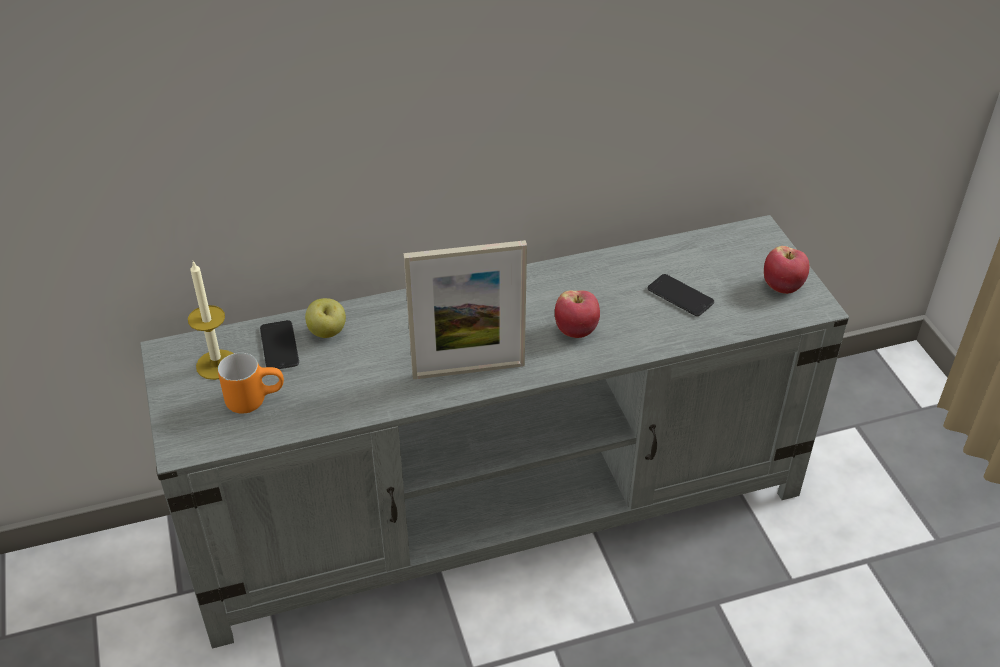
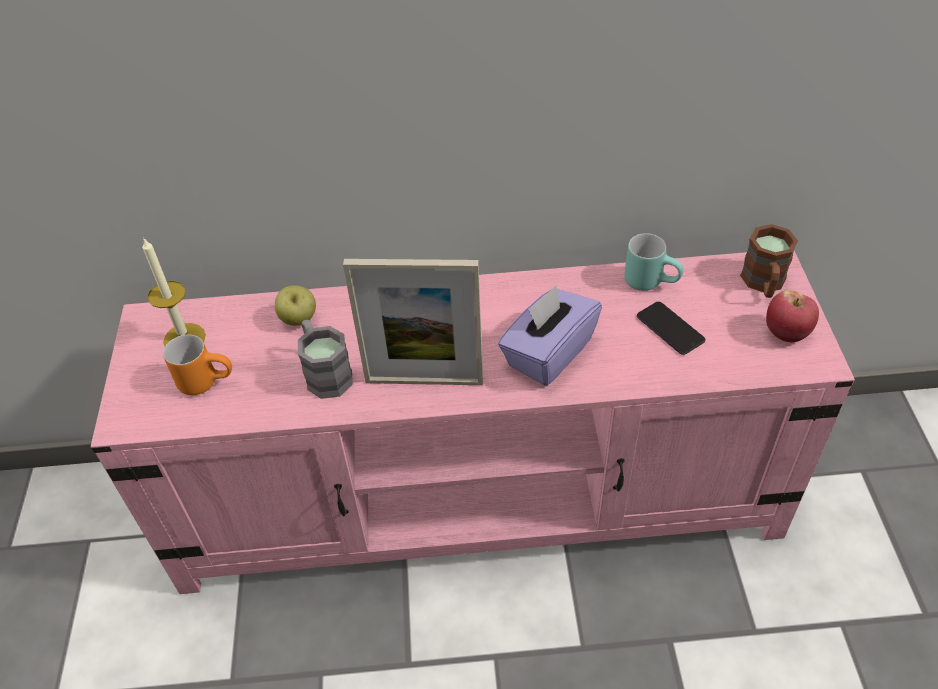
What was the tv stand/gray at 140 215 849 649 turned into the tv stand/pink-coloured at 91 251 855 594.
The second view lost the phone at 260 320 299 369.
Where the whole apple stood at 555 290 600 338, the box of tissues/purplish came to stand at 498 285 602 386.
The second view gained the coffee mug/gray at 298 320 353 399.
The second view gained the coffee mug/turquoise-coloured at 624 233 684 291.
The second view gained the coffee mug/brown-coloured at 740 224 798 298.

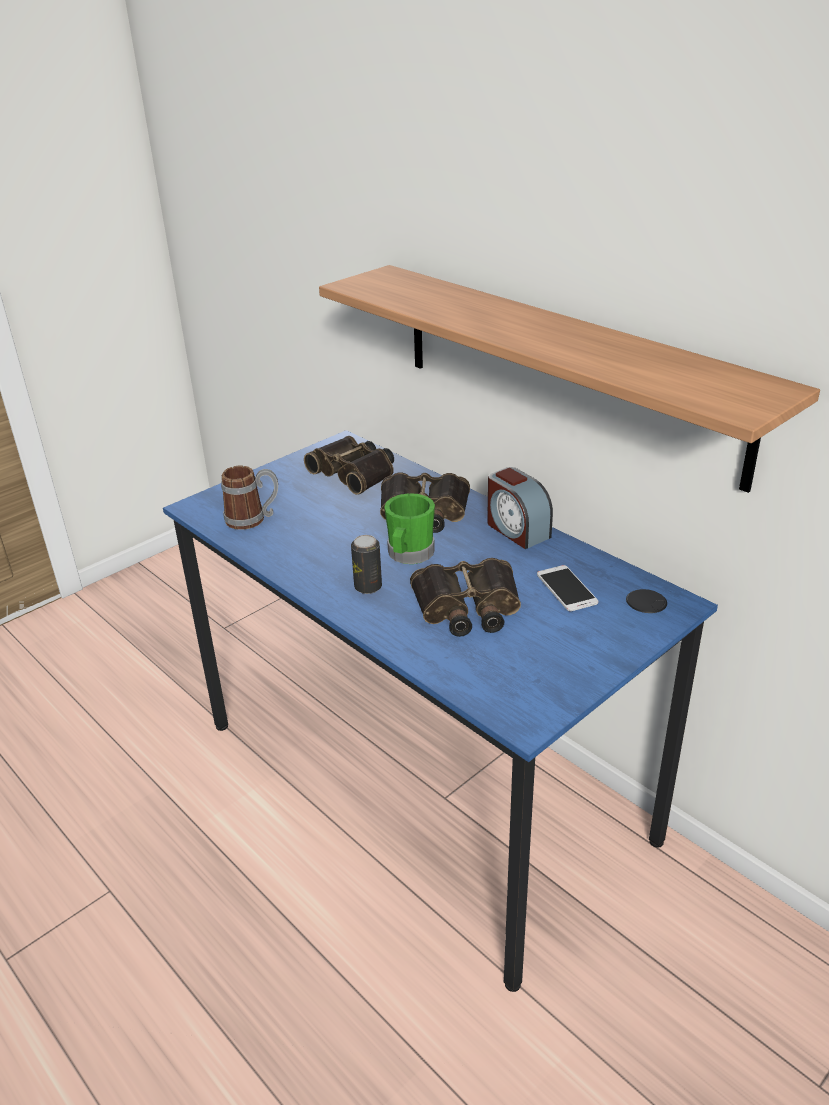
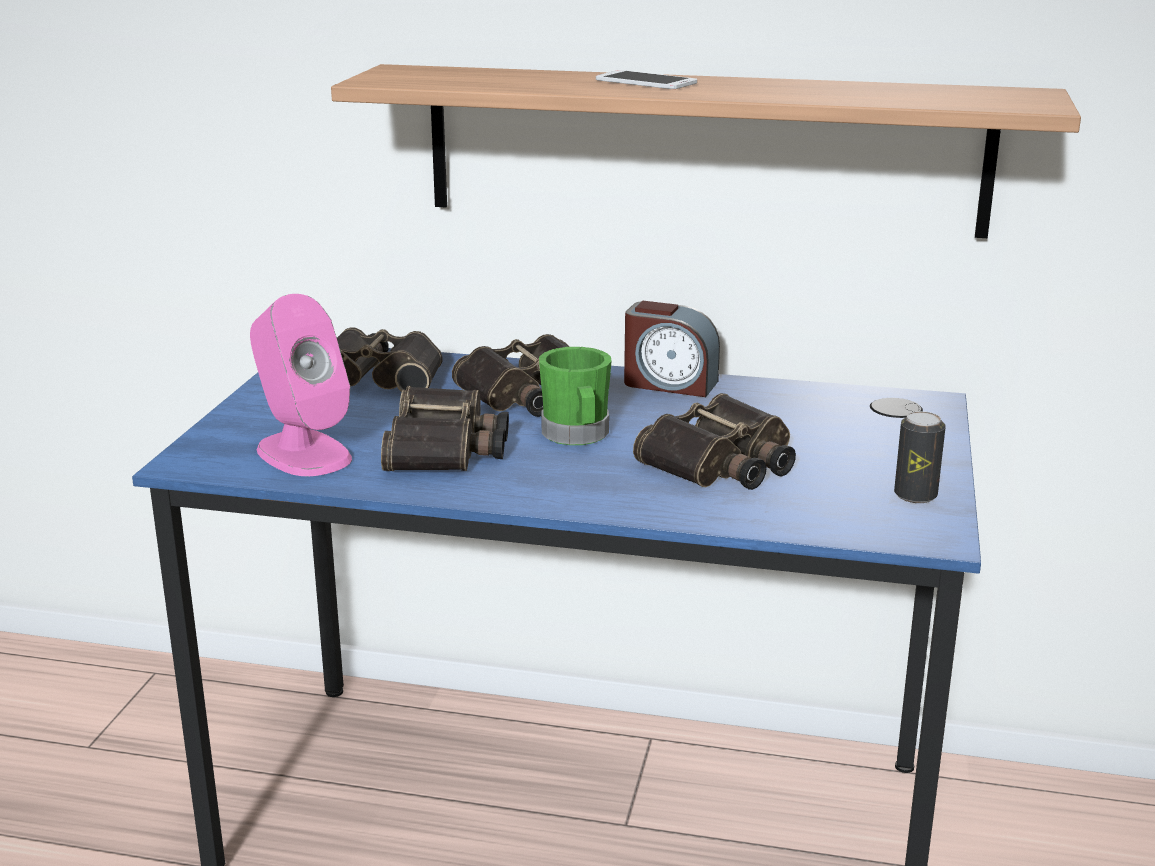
Where the coffee mug stood at 221 466 278 530, the loudspeaker/pink-coloured came to stand at 250 294 352 476.
The can ended up elsewhere, having gone from 351 535 382 594 to 894 411 946 503.
The phone ended up elsewhere, having gone from 537 565 598 611 to 596 70 697 89.
The second view gained the binoculars at 381 386 509 471.

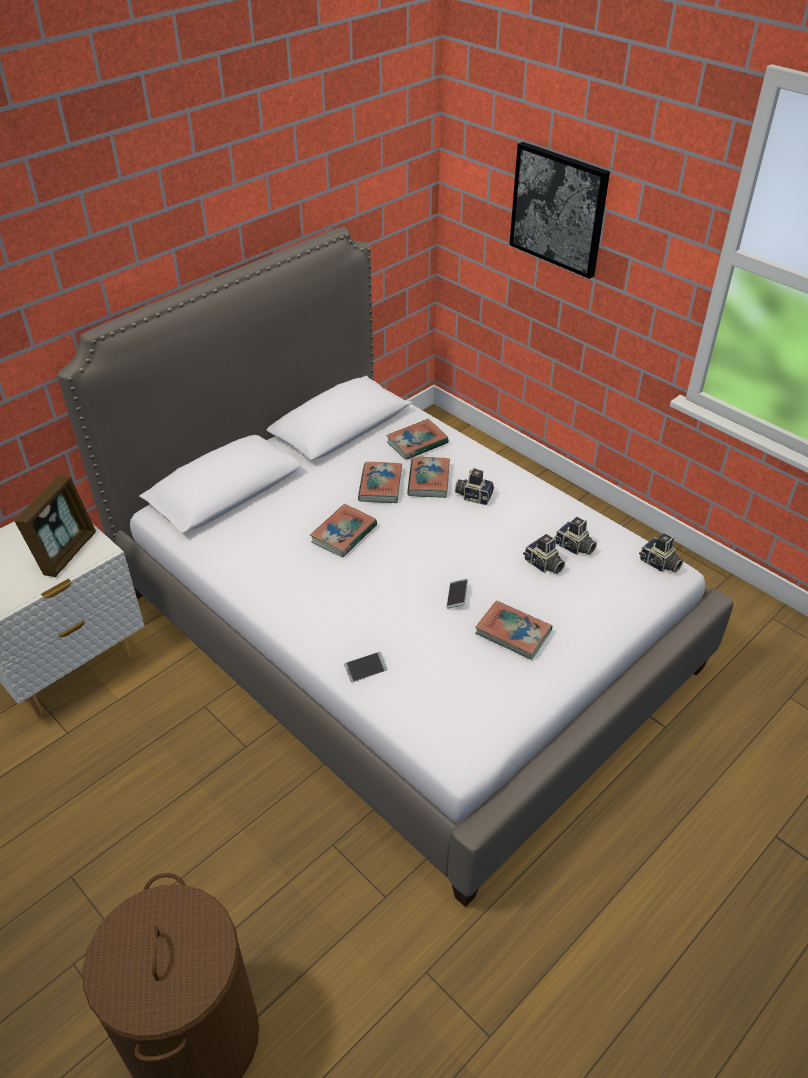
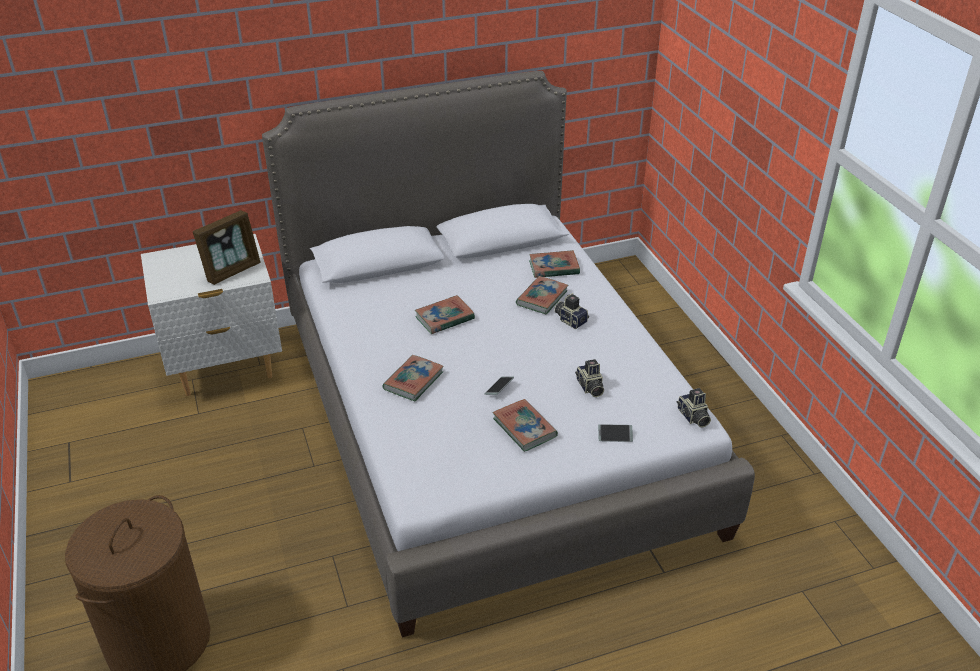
The phone ended up elsewhere, having gone from 344 652 387 682 to 598 424 633 442.
The bound book ended up elsewhere, having gone from 358 462 402 503 to 383 355 444 401.
The second view lost the wall art at 510 142 610 279.
The second view lost the still camera at 554 517 597 555.

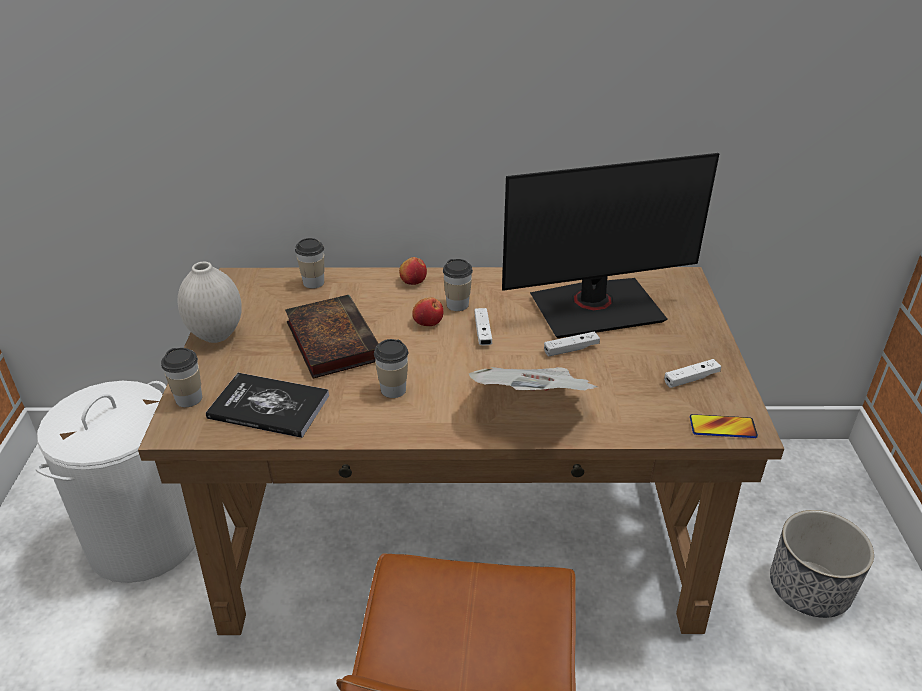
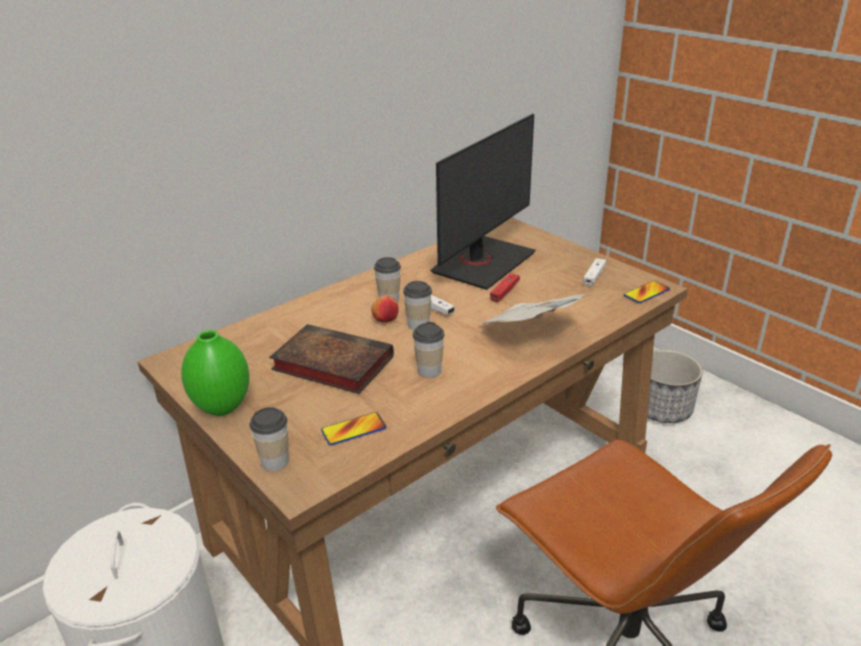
What was the vase/whitish at 177 262 242 343 turned into the vase/greenish at 181 330 249 416.
Where the bound book stood at 206 373 329 438, the phone came to stand at 321 412 387 445.
The drinking cup ended up elsewhere, having gone from 295 238 324 289 to 403 281 432 330.
The second view lost the whole apple at 399 257 427 285.
What was the game controller/whitish at 544 332 600 356 turned into the game controller/red at 490 273 520 302.

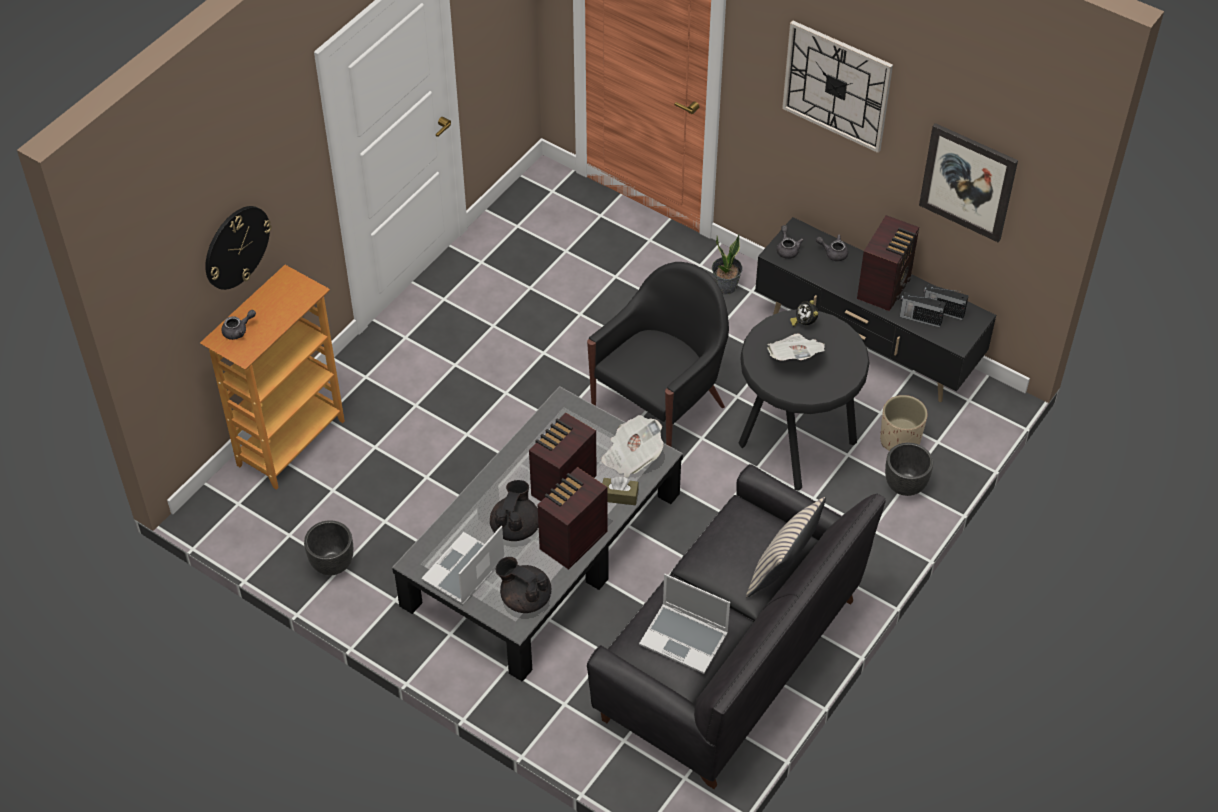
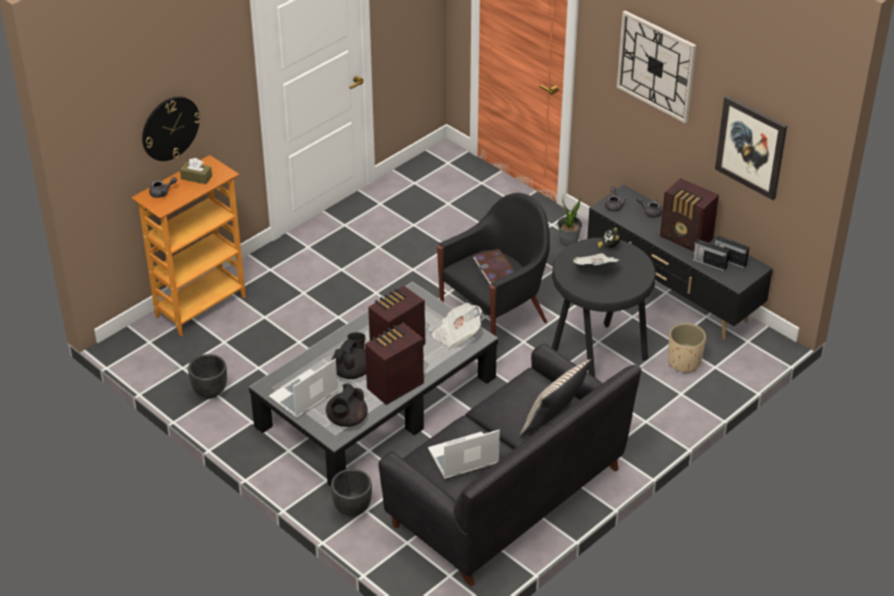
The teapot/black-coloured at 495 557 551 613 ended up facing another way, 105 degrees counterclockwise from before.
The box of tissues/brown-coloured ended up elsewhere, having gone from 602 477 639 505 to 180 158 212 184.
The portable computer at 639 574 730 674 ended up facing another way, 120 degrees clockwise from before.
The radio set at 857 215 919 311 ended up facing another way, 90 degrees clockwise from before.
The planter/black-coloured ended up elsewhere, having gone from 885 443 933 496 to 331 469 372 517.
The second view gained the bound book at 473 249 514 285.

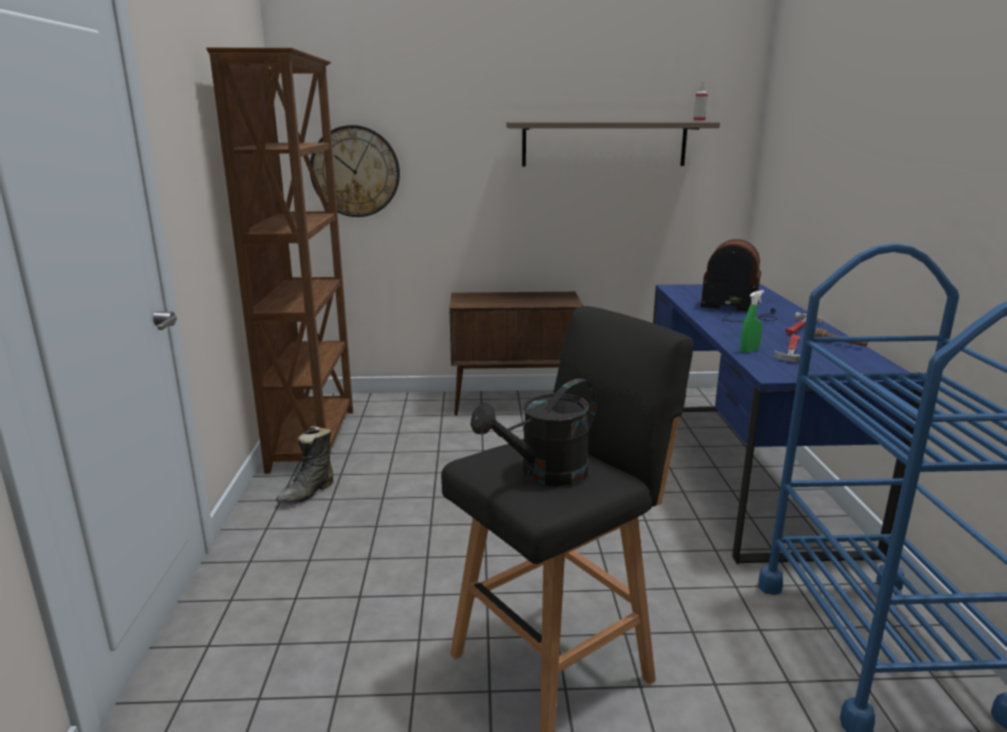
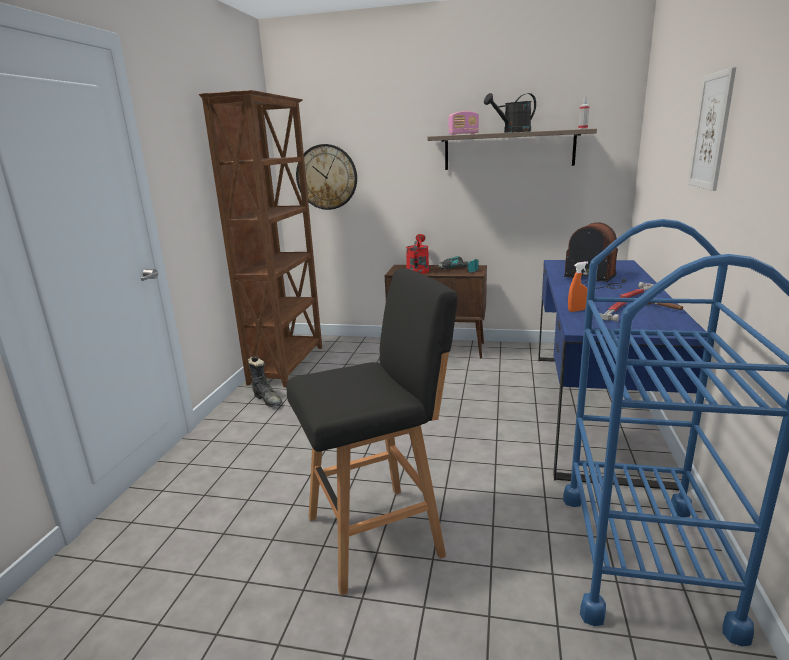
The boot/black-coloured at 275 426 334 505 ended up facing another way, 90 degrees counterclockwise from before.
The watering pot/black-coloured ended up elsewhere, having gone from 470 378 598 486 to 484 93 536 133.
What was the sprayer/greenish at 740 290 764 353 turned into the sprayer/orange-coloured at 568 262 588 312.
The second view gained the watering pot/red at 406 234 429 274.
The second view gained the drill at 438 256 479 273.
The second view gained the radio set at 449 111 479 135.
The second view gained the wall art at 688 67 736 191.

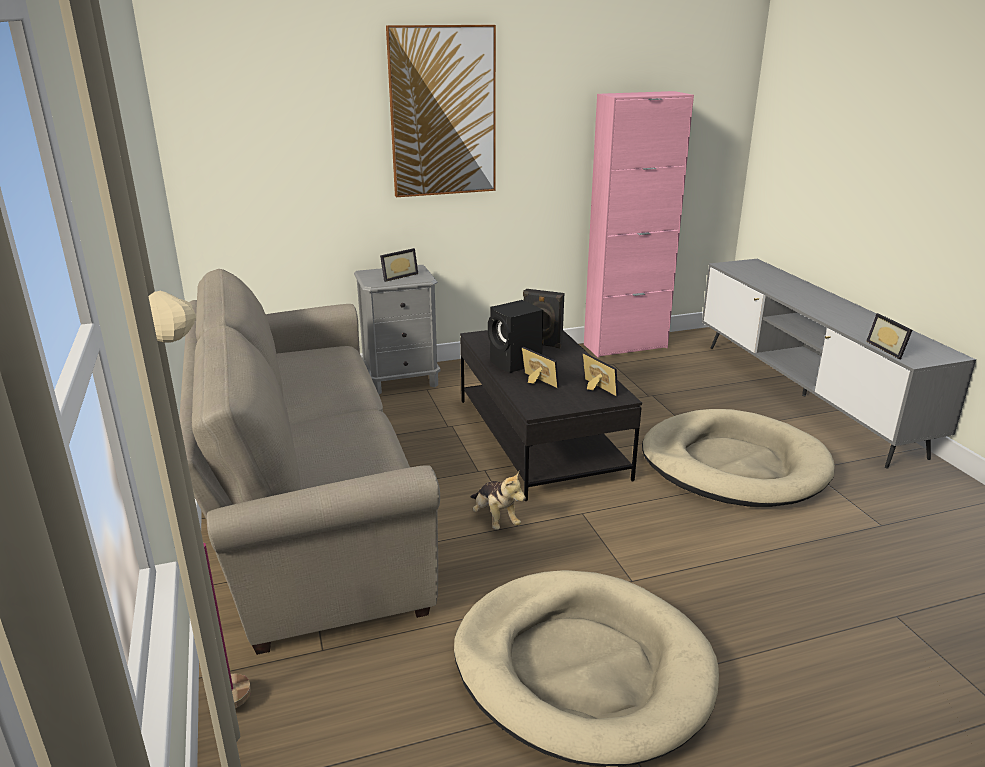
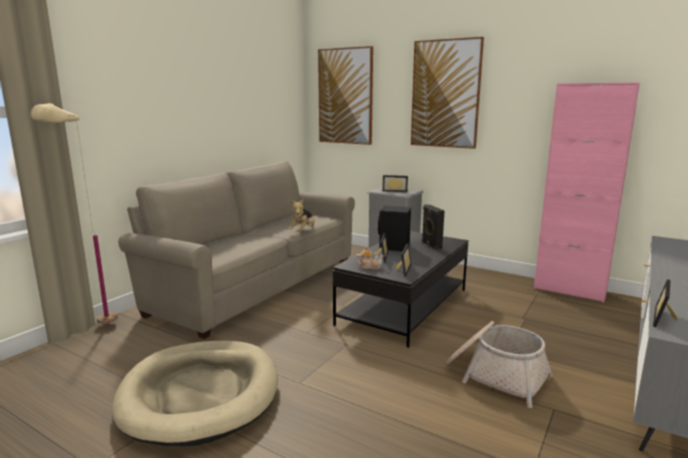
The soft toy ended up elsewhere, having gone from 470 472 526 530 to 288 199 315 232.
Where the dog cushion/sand-coloured stood at 642 409 835 507, the storage basket came to stand at 446 321 553 408.
The second view gained the wall art at 318 46 373 145.
The second view gained the teapot at 355 246 384 269.

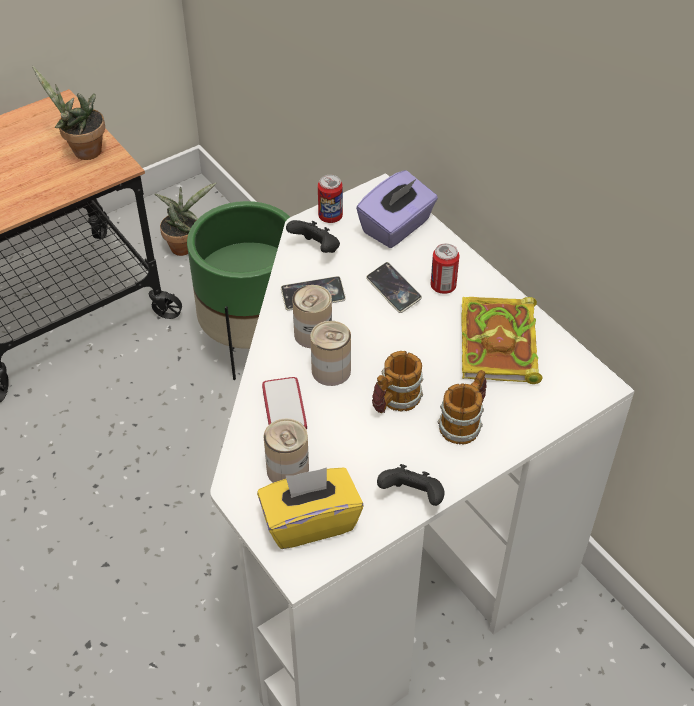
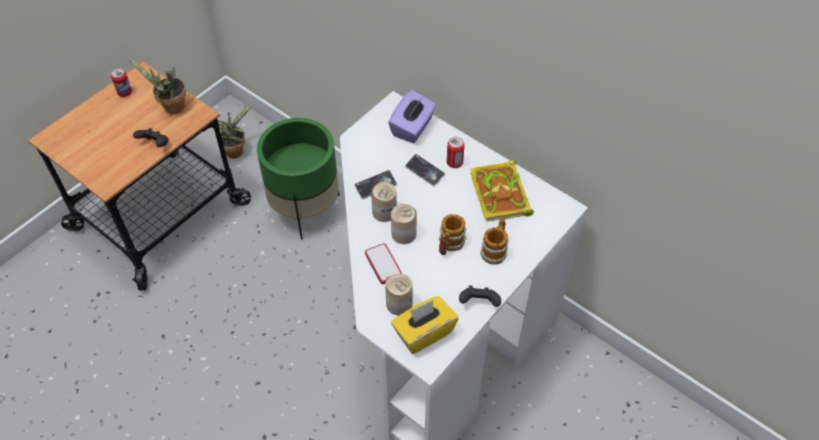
The game controller/black-coloured ended up elsewhere, having gone from 286 220 340 253 to 133 128 169 147.
The can ended up elsewhere, having gone from 318 175 343 223 to 111 69 132 97.

